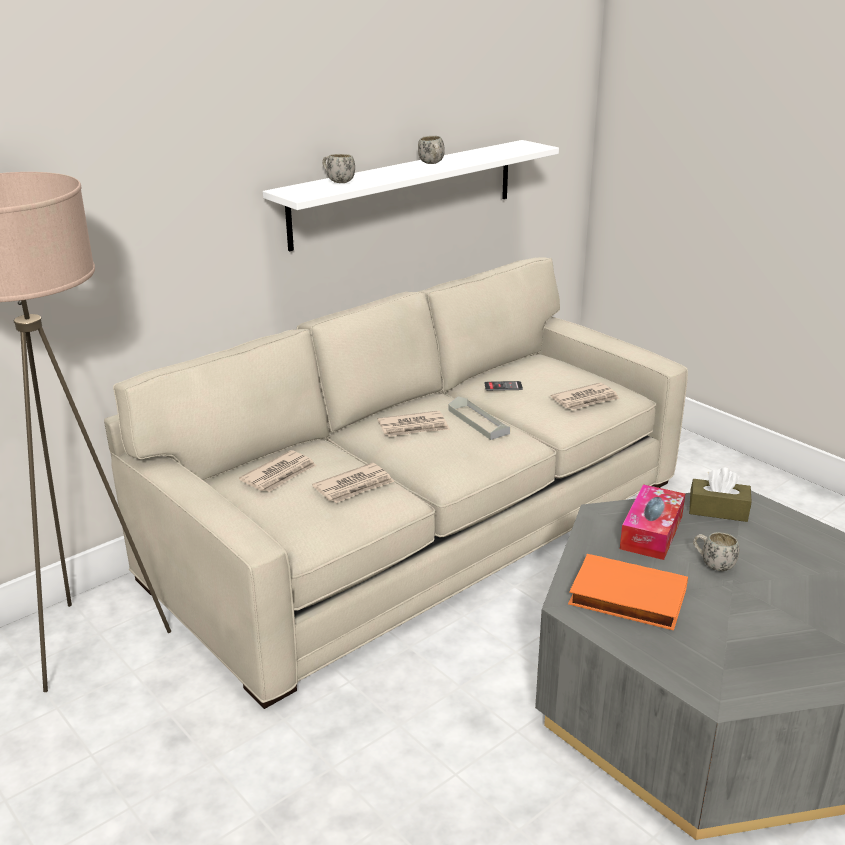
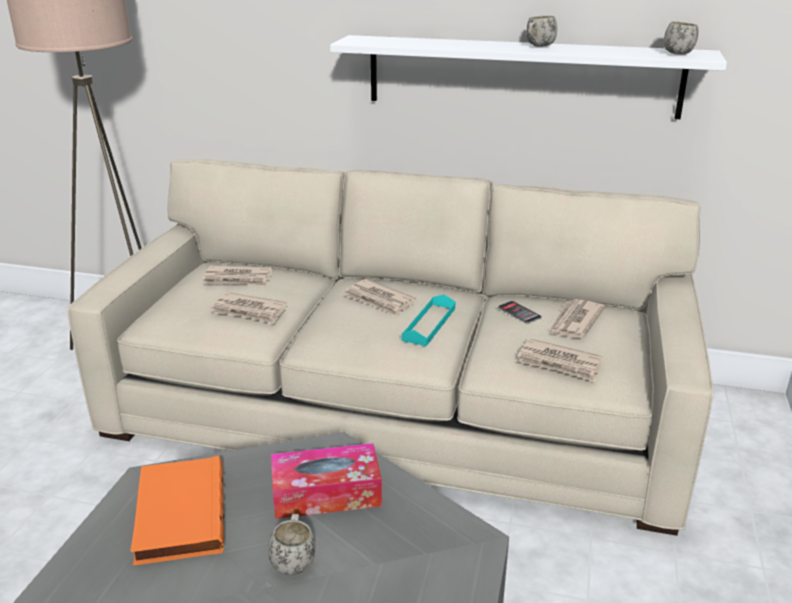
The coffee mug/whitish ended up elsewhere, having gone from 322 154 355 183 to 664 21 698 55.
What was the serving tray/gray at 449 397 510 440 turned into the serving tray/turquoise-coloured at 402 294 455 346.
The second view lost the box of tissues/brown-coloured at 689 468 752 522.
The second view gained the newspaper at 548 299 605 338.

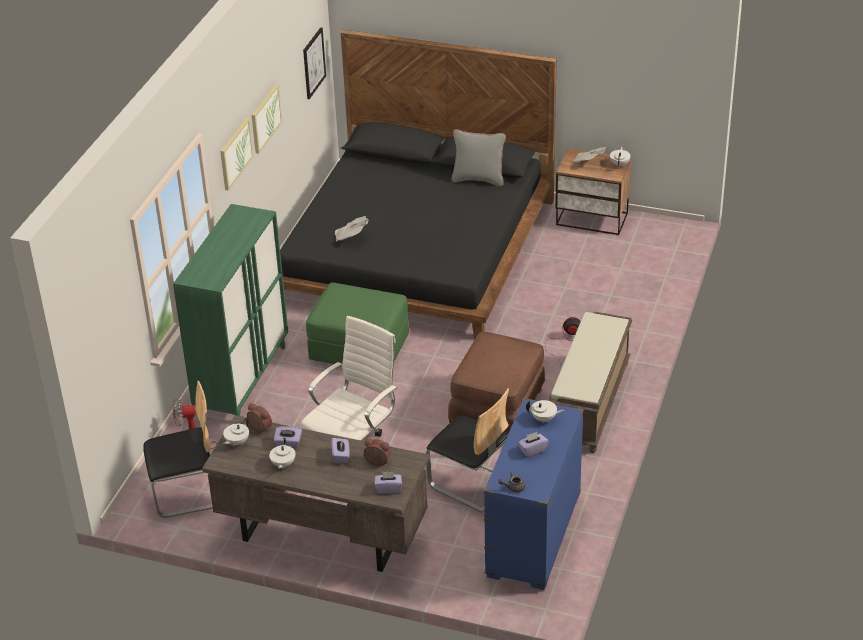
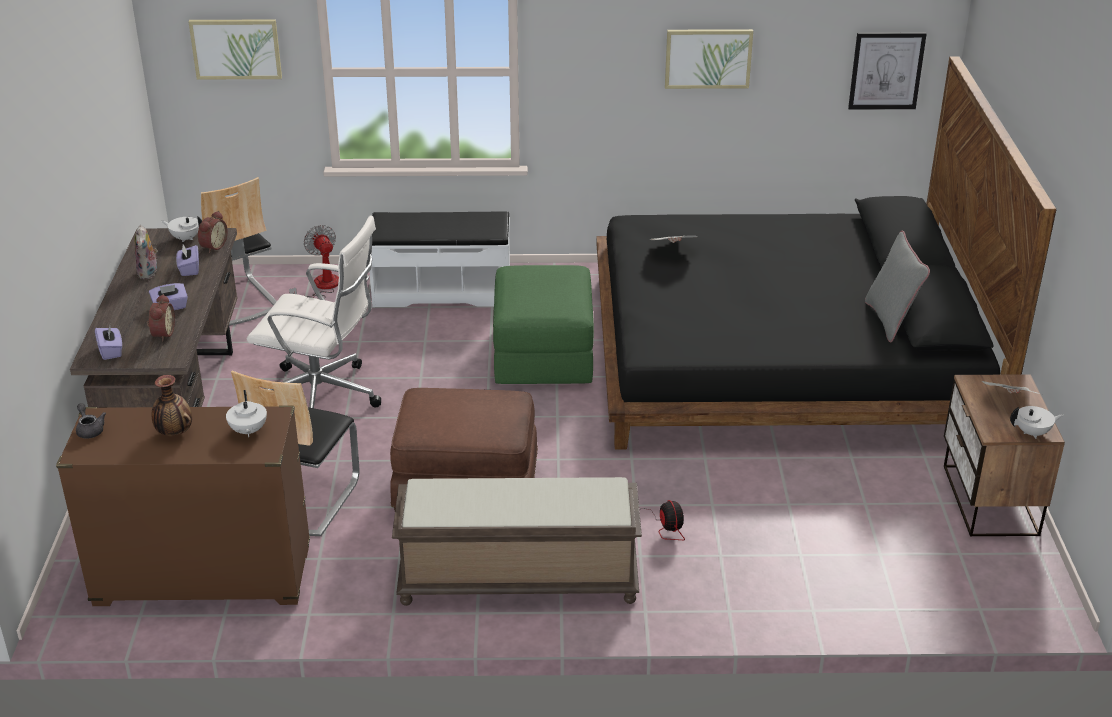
Where the storage cabinet/greenish stood at 173 204 288 416, the long seat/whitish came to stand at 369 211 510 307.
The wall art ended up elsewhere, having gone from 220 118 253 190 to 188 19 282 80.
Where the teapot/whitish stood at 269 438 295 469, the soft toy came to stand at 135 225 158 279.
What was the drawer chest/blue-coloured at 484 398 584 590 turned into the drawer chest/brown-coloured at 56 406 310 606.
Where the box of tissues/purplish stood at 518 432 549 457, the vase came to stand at 152 375 192 436.

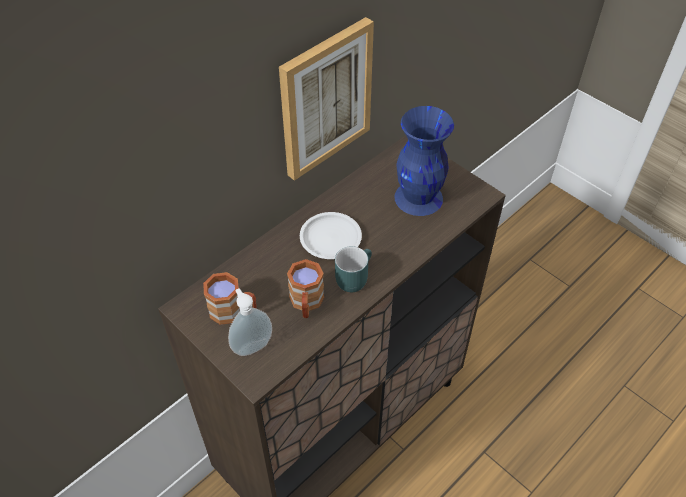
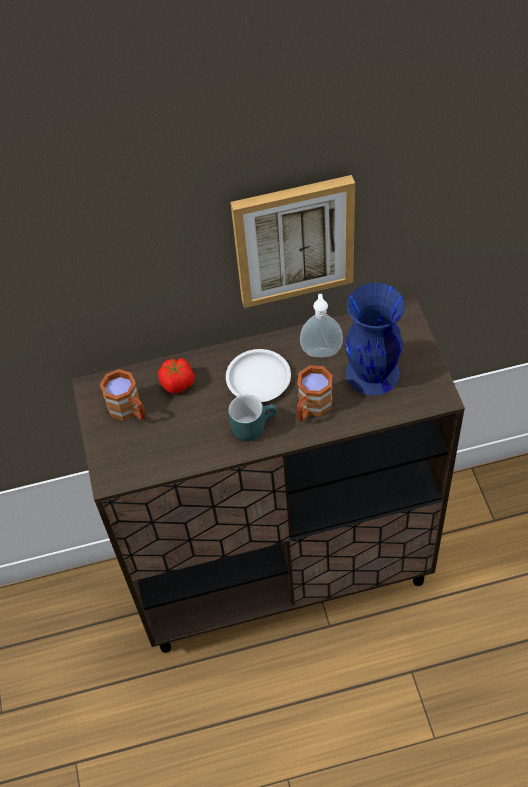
The liquid soap bottle ended up elsewhere, having gone from 228 288 272 356 to 300 294 343 357.
The coffee mug/brown-coloured ended up elsewhere, having gone from 287 259 324 318 to 297 365 333 421.
The second view gained the tomato at 158 358 195 393.

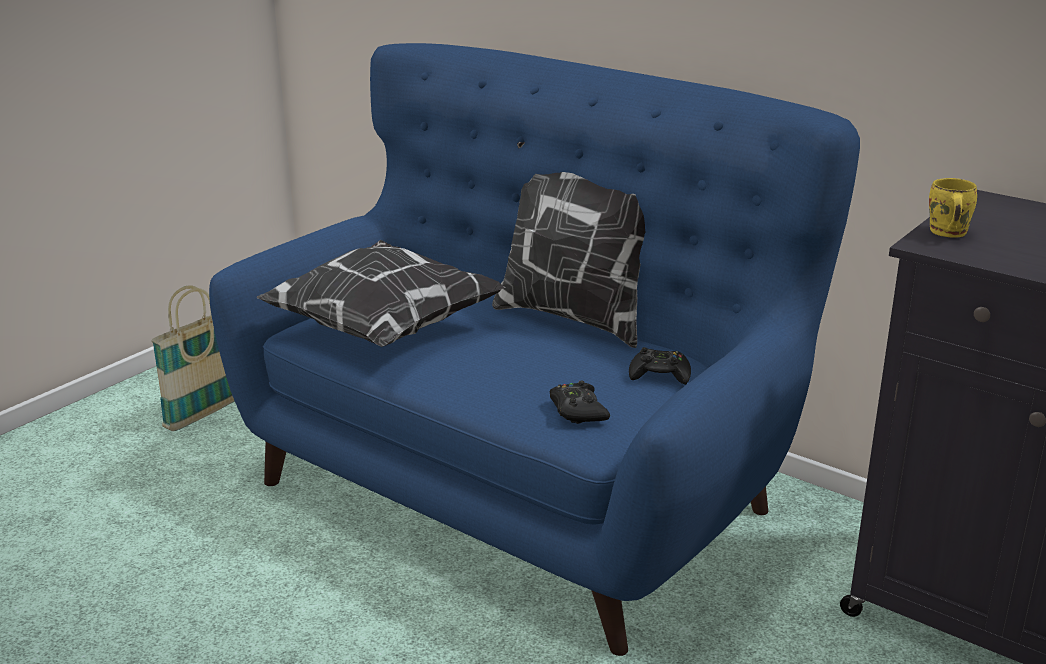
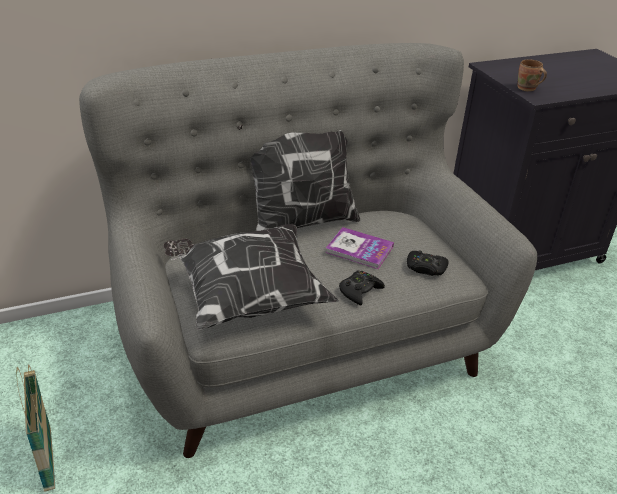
What was the sofa/blue-coloured at 209 43 860 656 turned into the sofa/gray at 79 43 537 458.
The game controller/black-coloured ended up elsewhere, having gone from 629 347 691 385 to 339 270 385 305.
What was the coffee mug/yellow at 929 178 977 238 turned into the coffee mug/brown-coloured at 518 59 547 91.
The second view gained the bound book at 325 227 394 269.

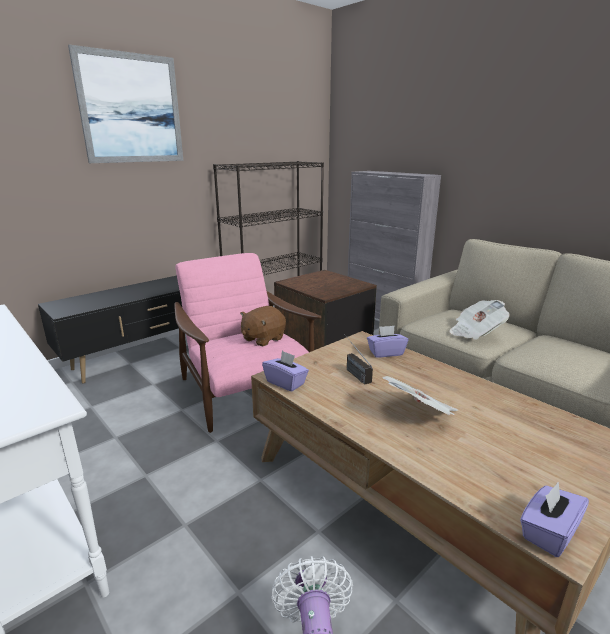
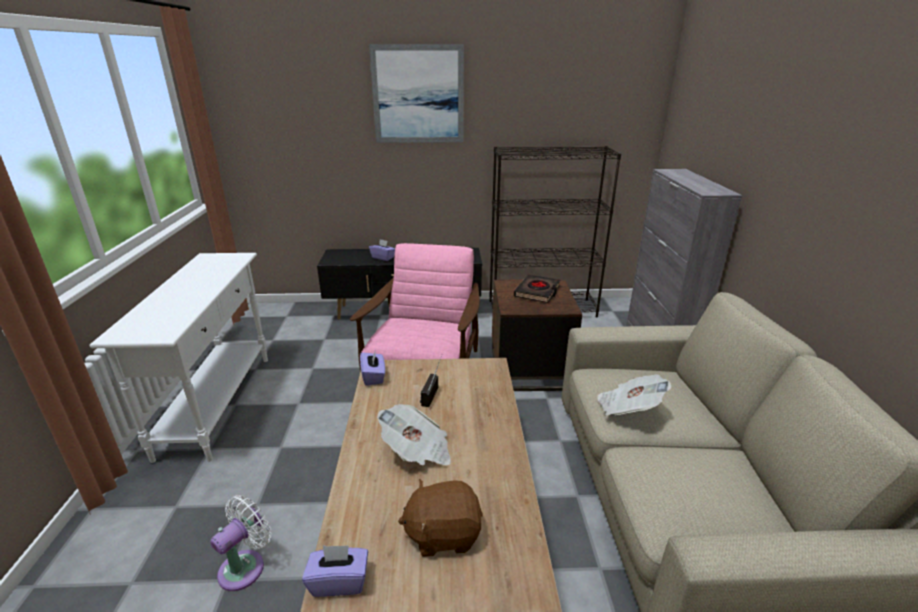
The soft toy/brown-coloured ended up elsewhere, having gone from 240 306 286 346 to 398 479 483 557.
The box of tissues/purplish ended up elsewhere, having gone from 367 326 408 358 to 369 239 395 261.
The second view gained the bound book/black-coloured at 513 275 560 303.

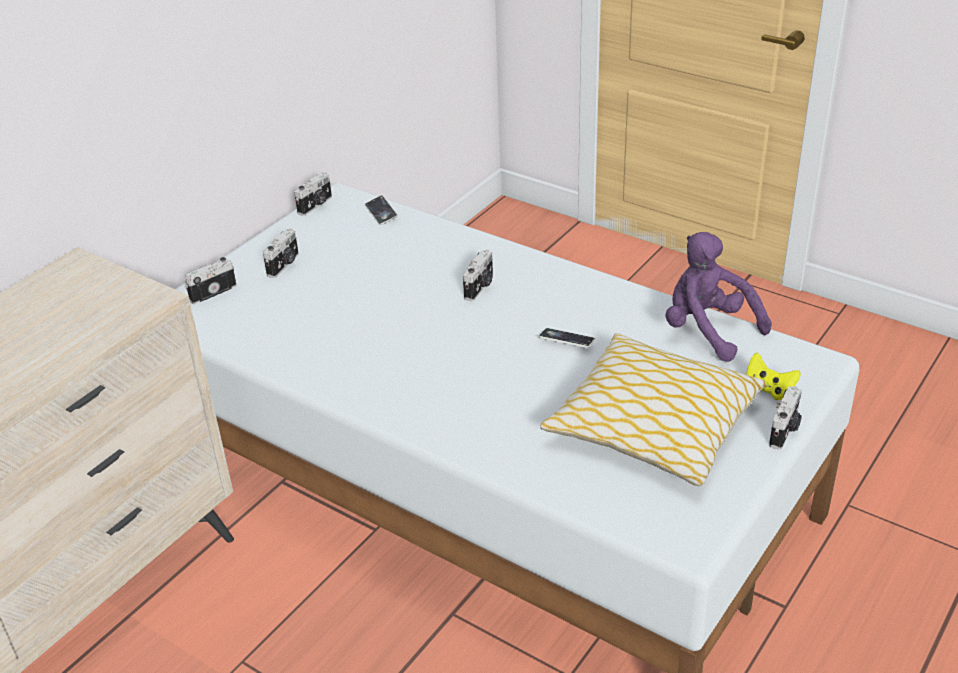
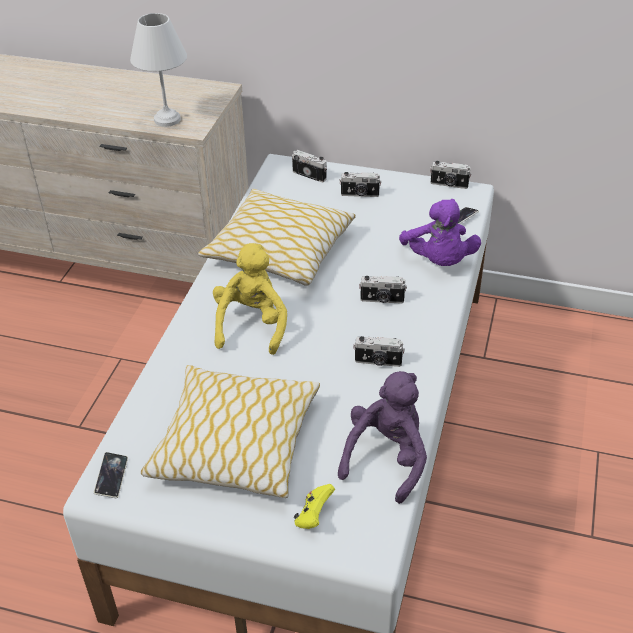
The phone ended up elsewhere, having gone from 539 328 595 348 to 94 452 128 498.
The still camera ended up elsewhere, having gone from 769 386 802 450 to 353 336 405 367.
The second view gained the tabletop lamp/whitish at 130 13 187 127.
The second view gained the throw pillow at 198 189 356 286.
The second view gained the soft toy/yellow at 213 243 287 355.
The second view gained the soft toy/purplish at 399 199 481 266.

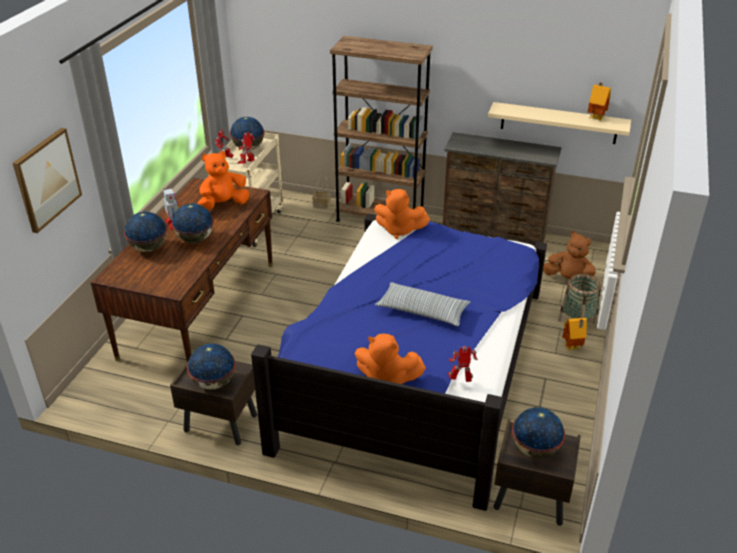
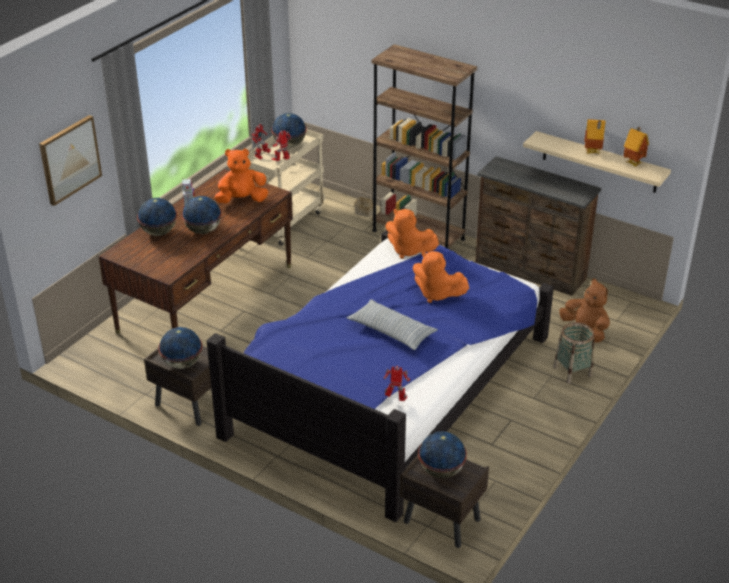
The soft toy/orange-coloured ended up elsewhere, having gone from 355 334 426 384 to 413 251 469 303.
The toy house ended up elsewhere, having gone from 562 318 587 351 to 584 119 606 154.

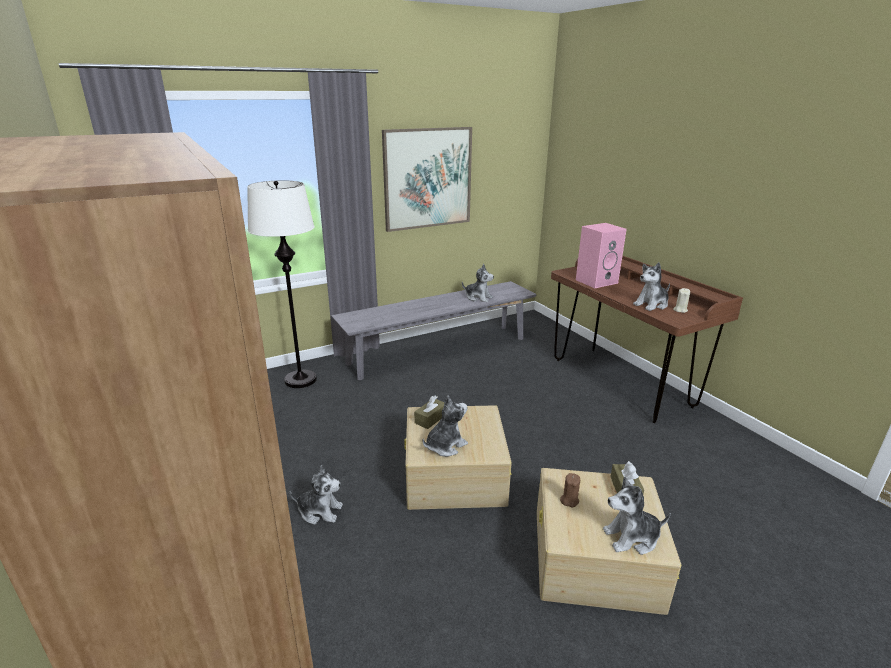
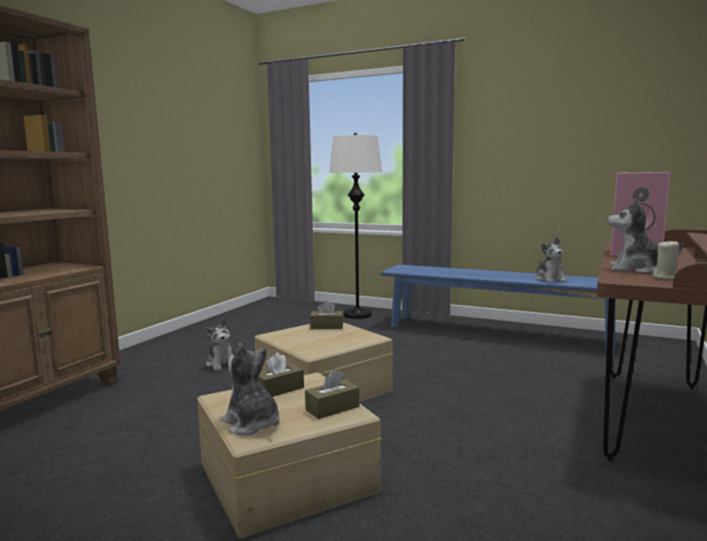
What was the long seat/gray at 331 281 537 380 turned into the long seat/blue-coloured at 380 265 616 353.
The second view lost the wall art at 382 127 472 232.
The second view lost the soft toy at 423 395 468 457.
Where the wax candle/brown-coloured stood at 560 473 580 507, the box of tissues/brown-coloured came to stand at 258 353 304 397.

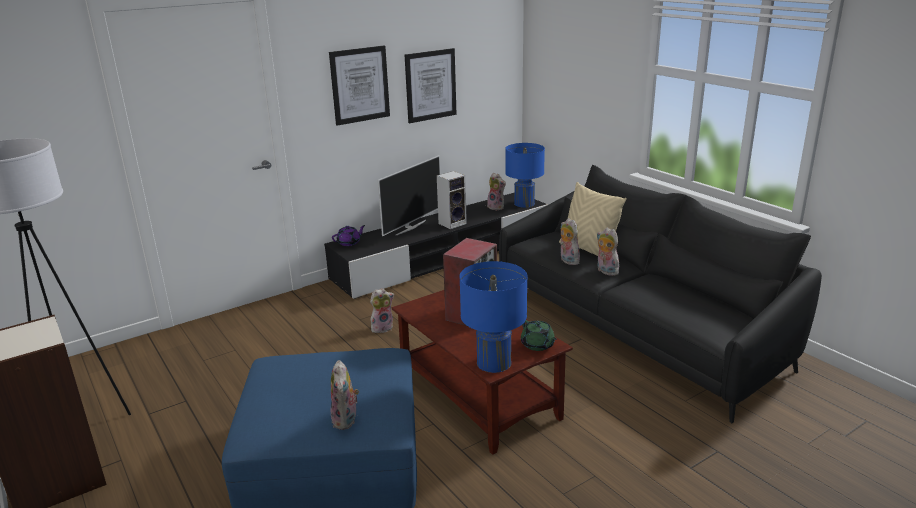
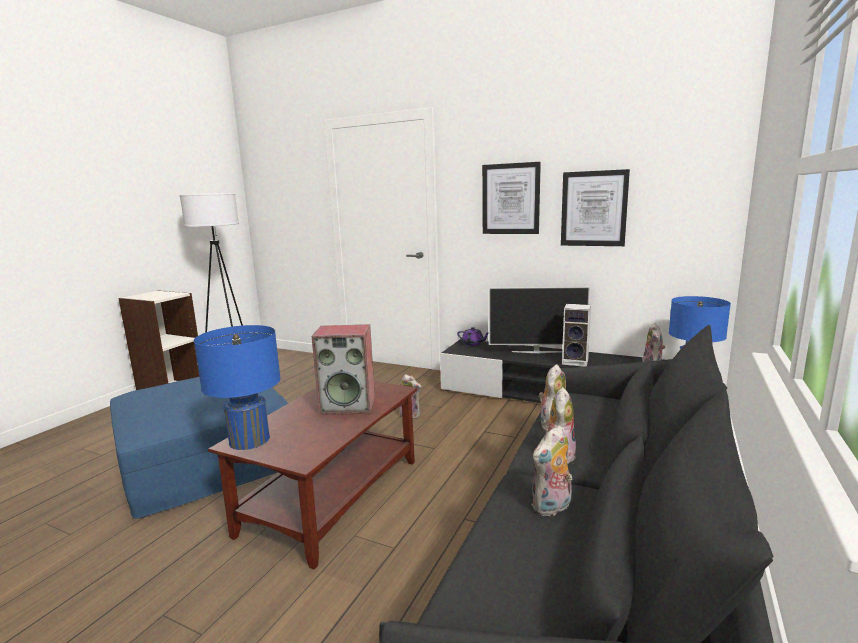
The soft toy ended up elsewhere, having gone from 331 360 359 430 to 532 425 572 517.
The second view lost the teapot/greenish at 521 320 557 351.
The second view lost the throw pillow/sand-coloured at 559 182 627 256.

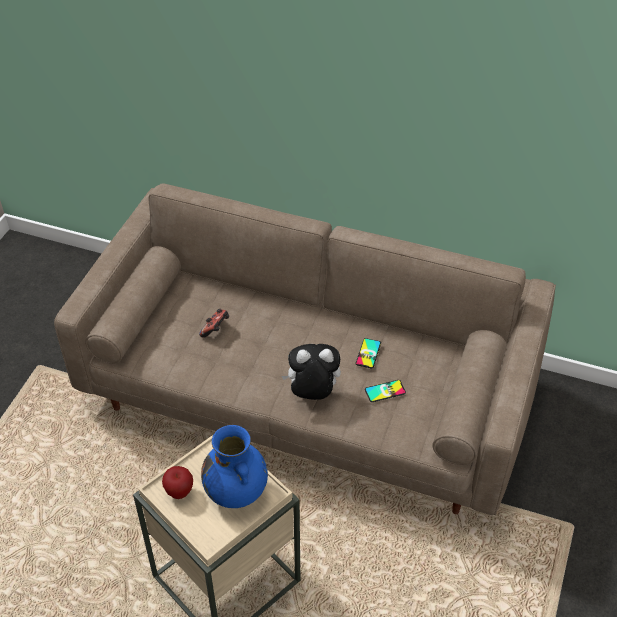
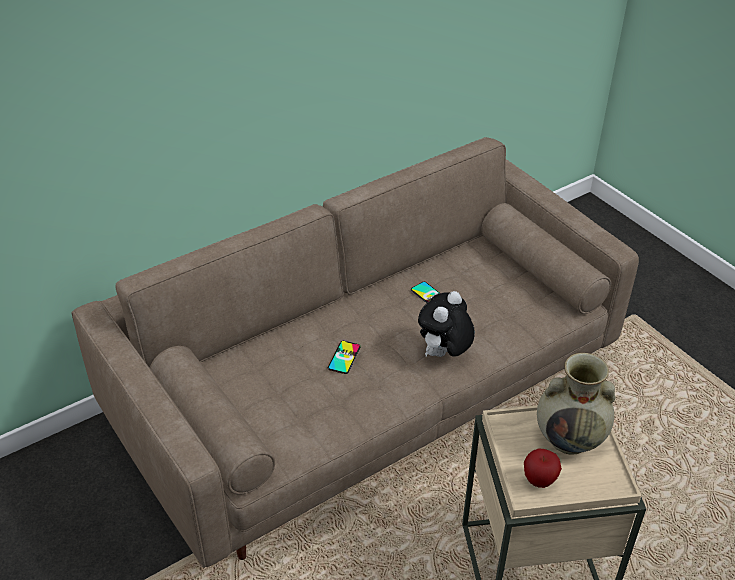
The second view lost the game controller at 199 308 229 338.
What was the vase/blue-coloured at 201 425 268 508 turned into the vase/sand-coloured at 537 353 616 455.
The phone ended up elsewhere, having gone from 365 380 406 402 to 328 341 361 374.

